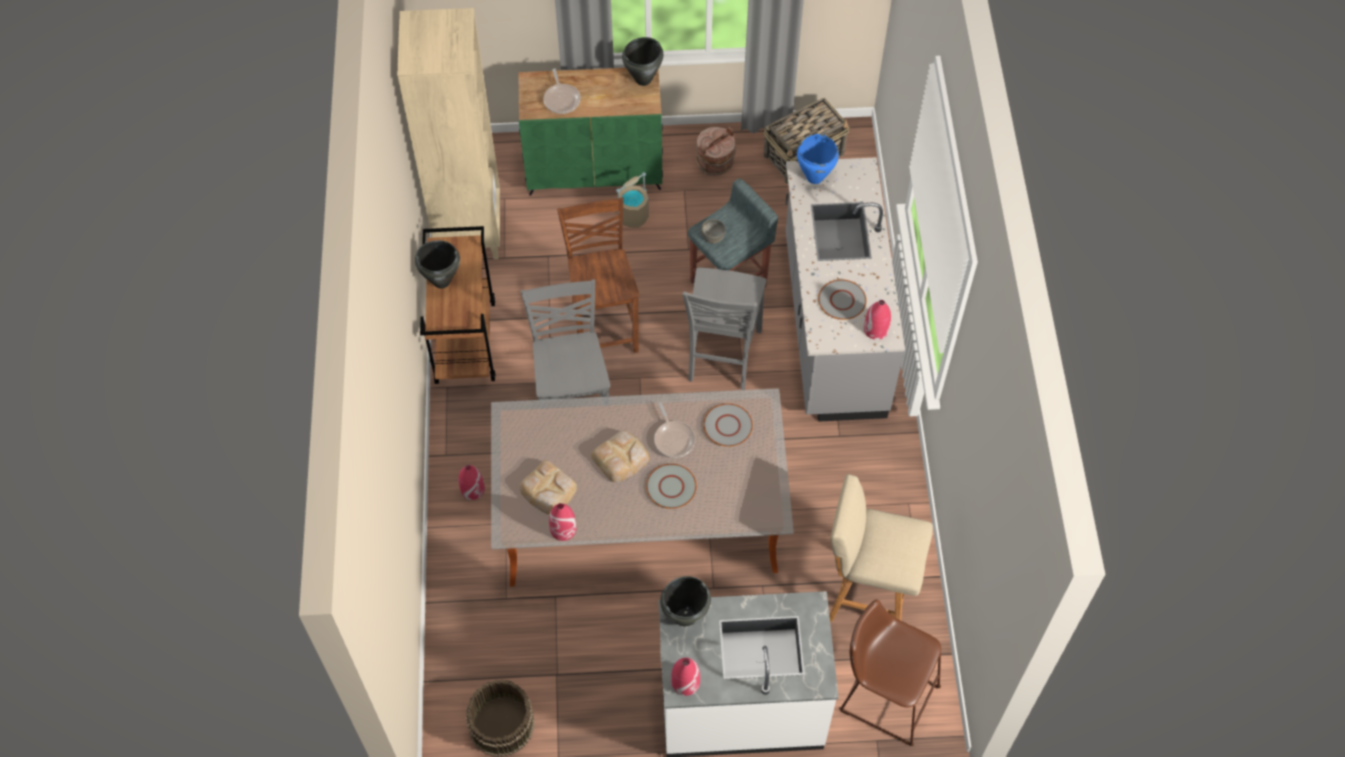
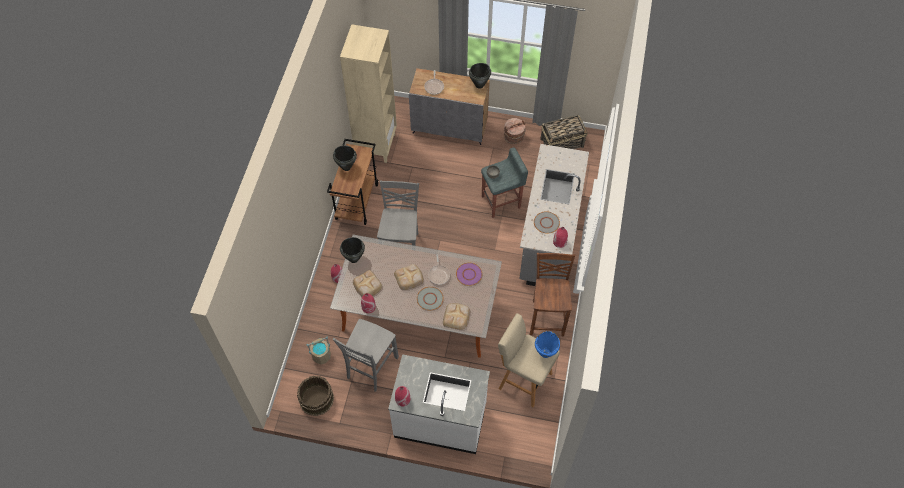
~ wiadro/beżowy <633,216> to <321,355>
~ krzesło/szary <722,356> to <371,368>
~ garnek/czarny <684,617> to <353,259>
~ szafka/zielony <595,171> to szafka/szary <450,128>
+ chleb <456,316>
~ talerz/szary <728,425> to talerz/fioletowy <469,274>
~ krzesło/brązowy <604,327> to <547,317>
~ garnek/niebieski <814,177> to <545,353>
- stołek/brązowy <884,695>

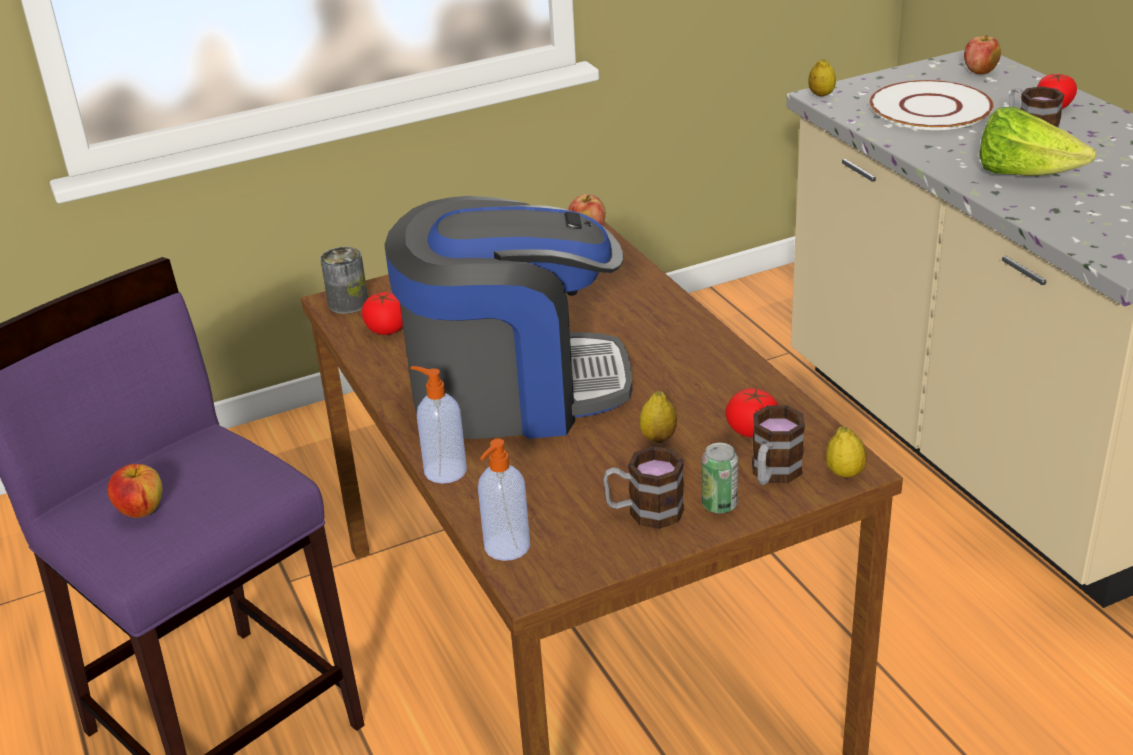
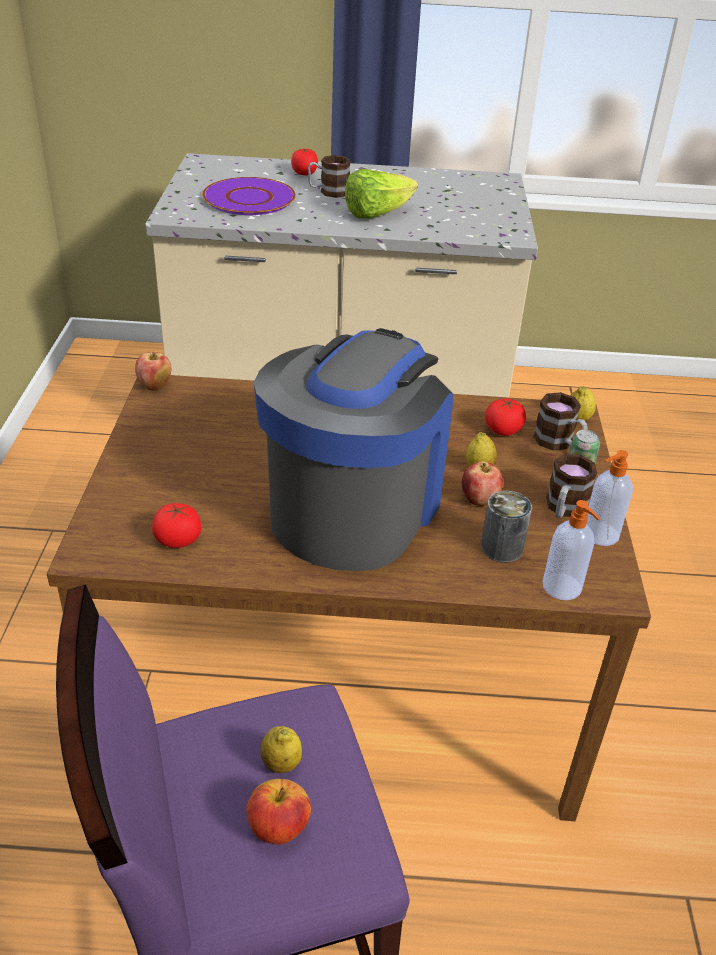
~ talerz/biały <930,108> to talerz/fioletowy <249,198>
~ cytryna <821,95> to <281,764>
~ jabłko <980,72> to <479,500>
~ puszka <348,303> to <501,548>
~ dozownik mydła <444,470> to <599,534>

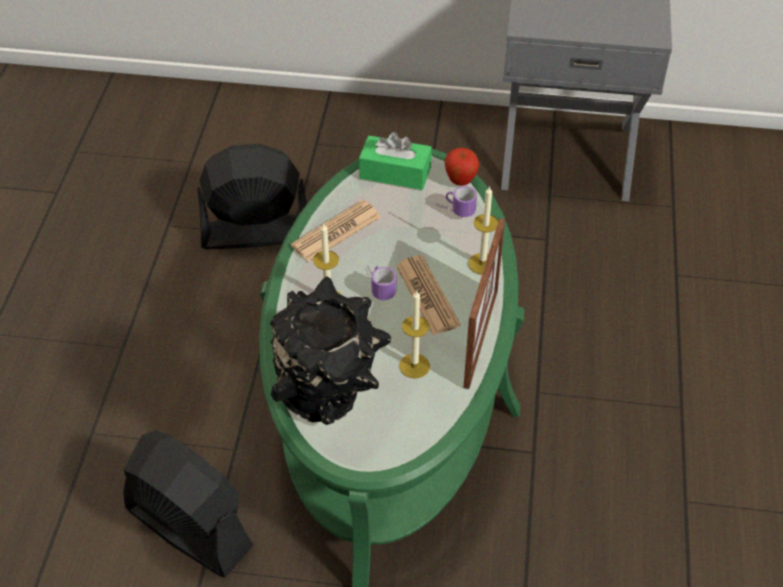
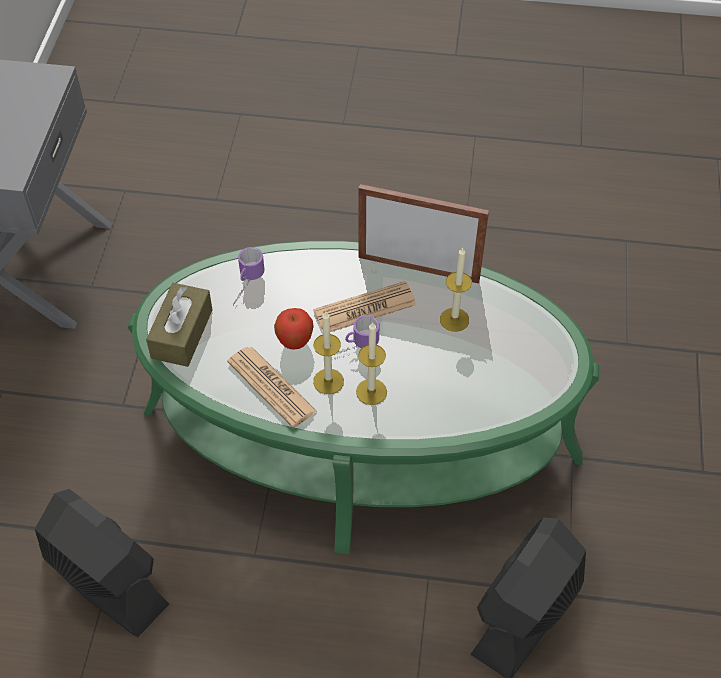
~ wentylator/czarny <255,232> = <105,580> 135 degrees clockwise
~ pudełko chusteczek/zielony <395,173> to pudełko chusteczek/brązowy <182,333>
~ jabłko <460,181> to <295,342>
~ świeca <482,263> to <328,381>
- wazon/czarny <330,395>

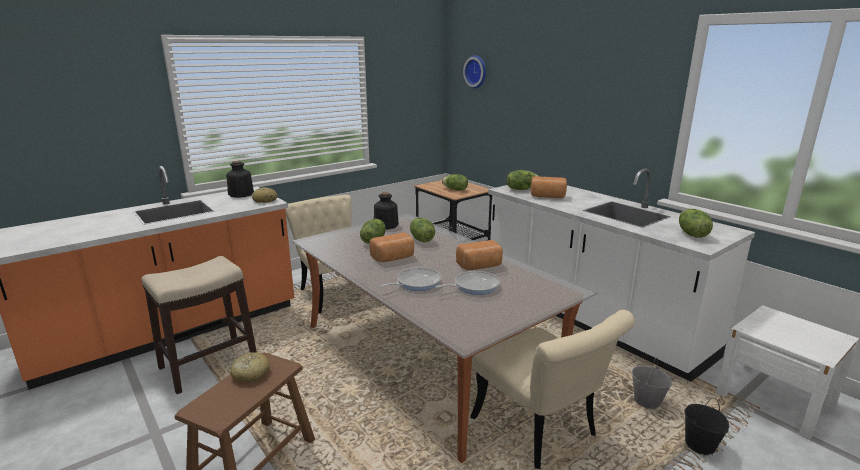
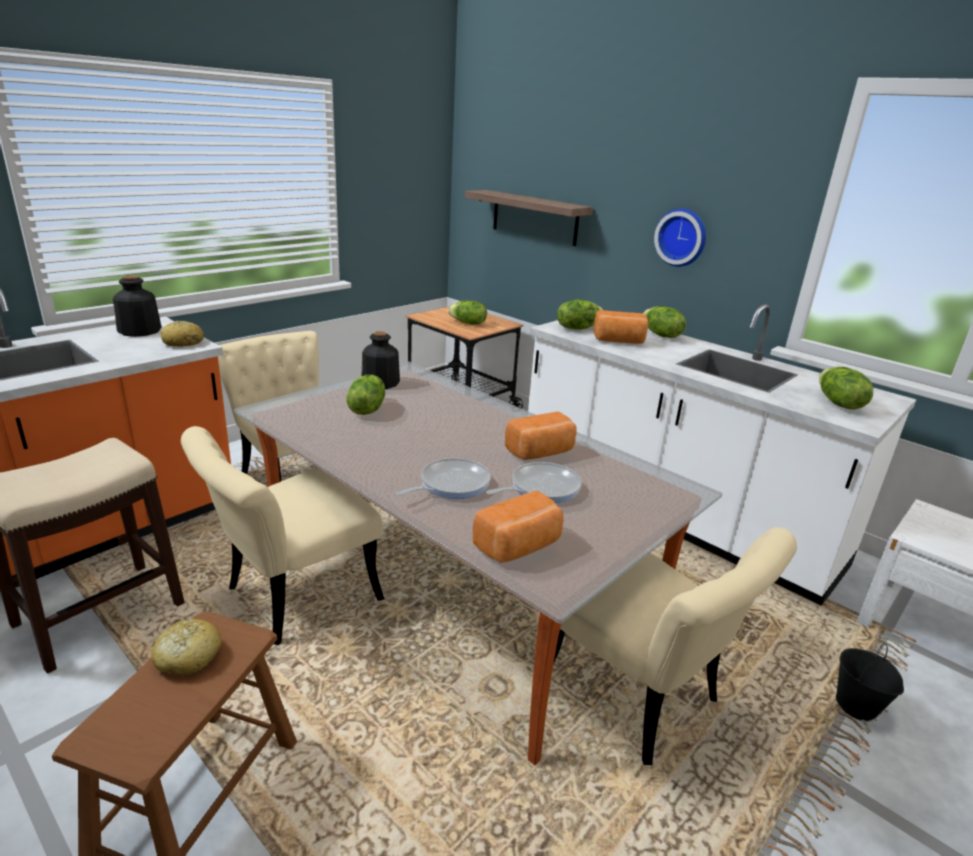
+ krzesło/beżowy <291,597>
+ półka <534,217>
~ chleb <393,258> to <519,546>
~ sałata <421,239> to <660,335>
~ zegar ścienny <477,71> to <682,237>
- wiadro/szary <647,401>

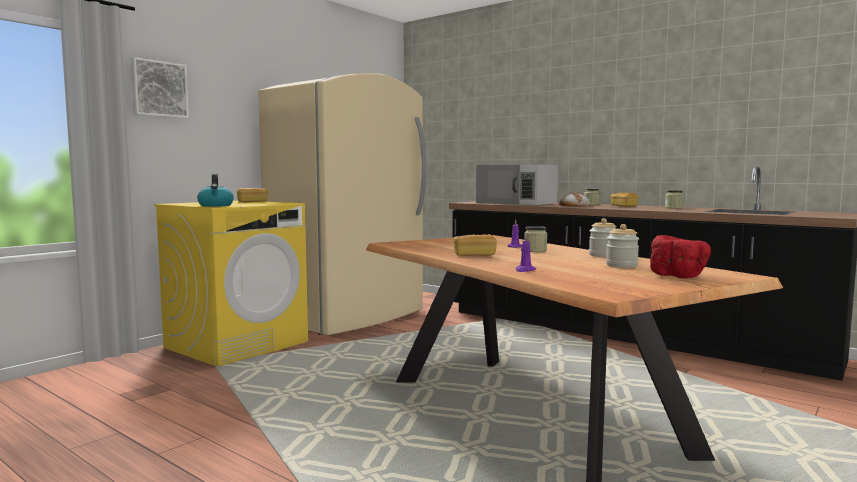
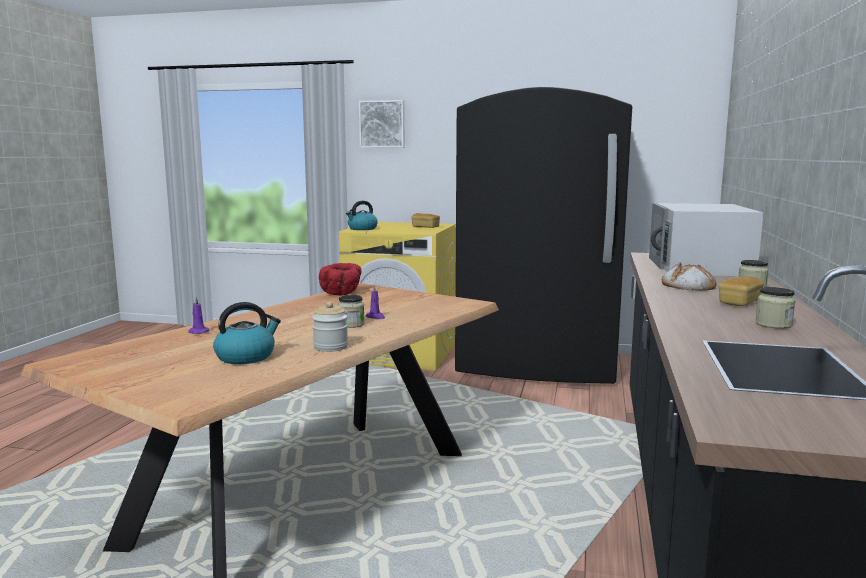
~ słoik <621,265> to czajnik <246,357>
~ miska/czerwony <677,276> to <342,293>
~ lodówka/beżowy <349,317> to lodówka/czarny <538,365>
- chleb <474,255>

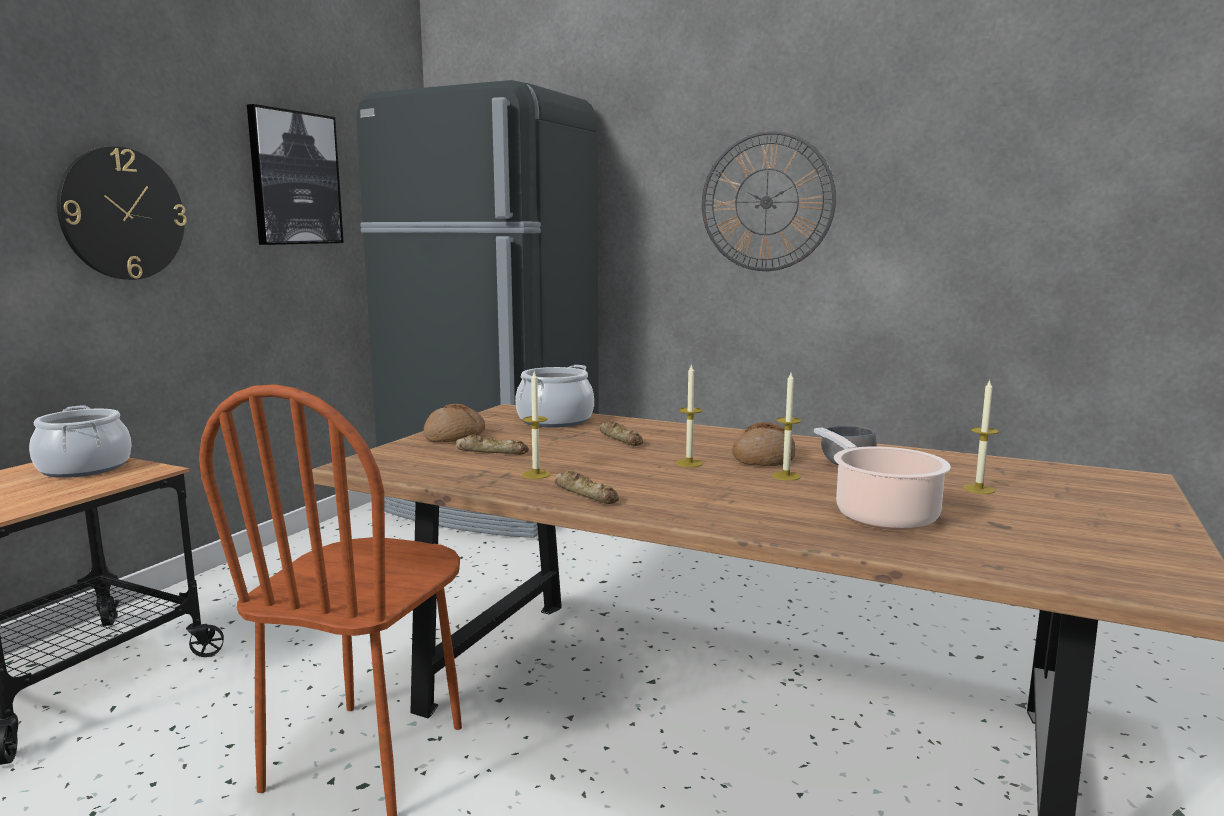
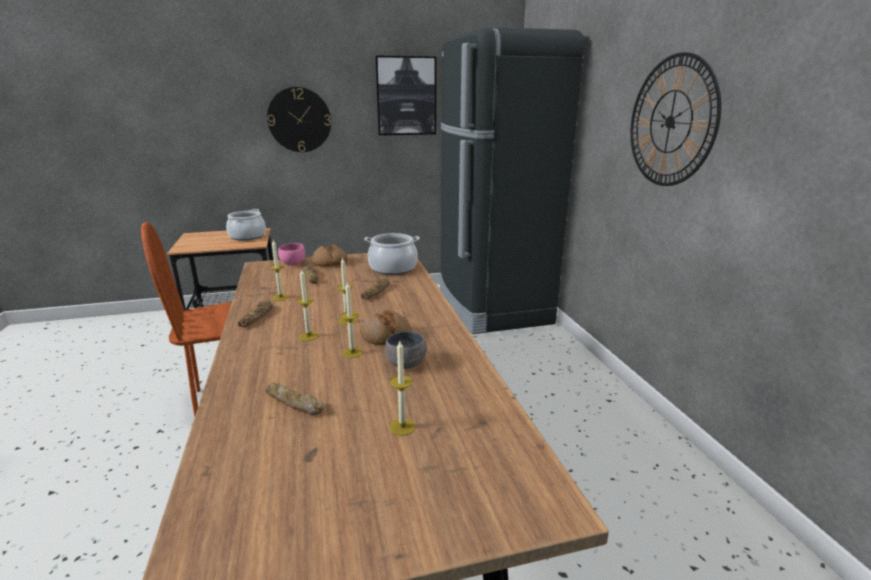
~ garnek <881,514> to chleb <294,403>
+ miska/różowy <293,264>
+ świeca <308,336>

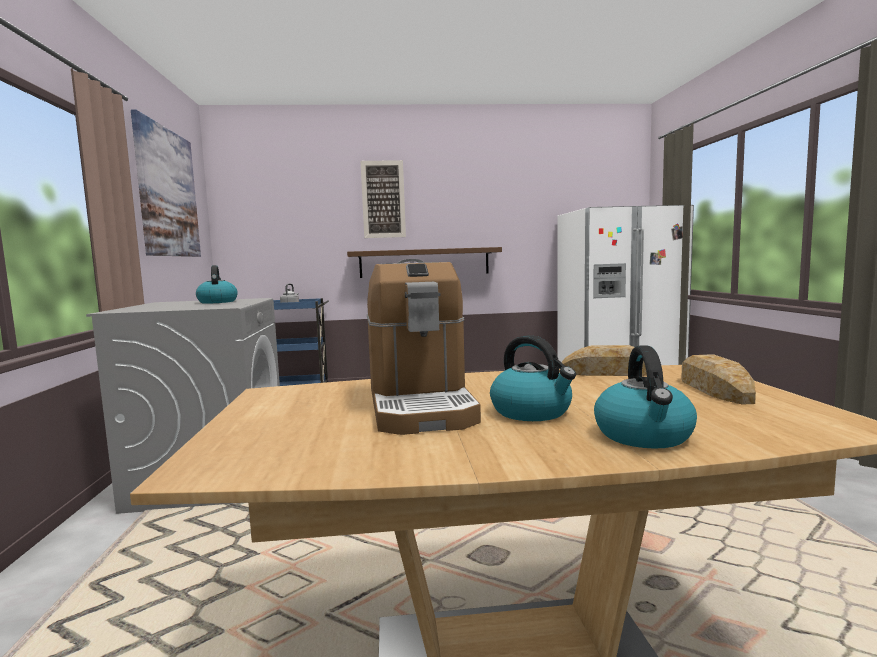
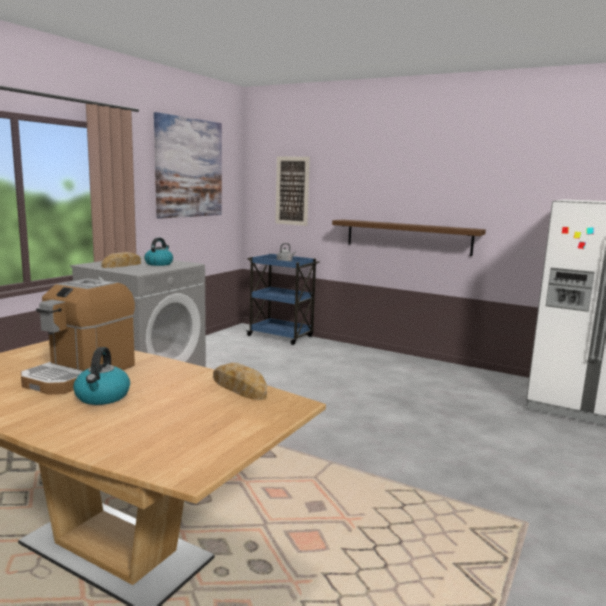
~ chleb <714,389> to <121,265>
~ obraz <383,199> to <292,191>
- czajnik <644,436>

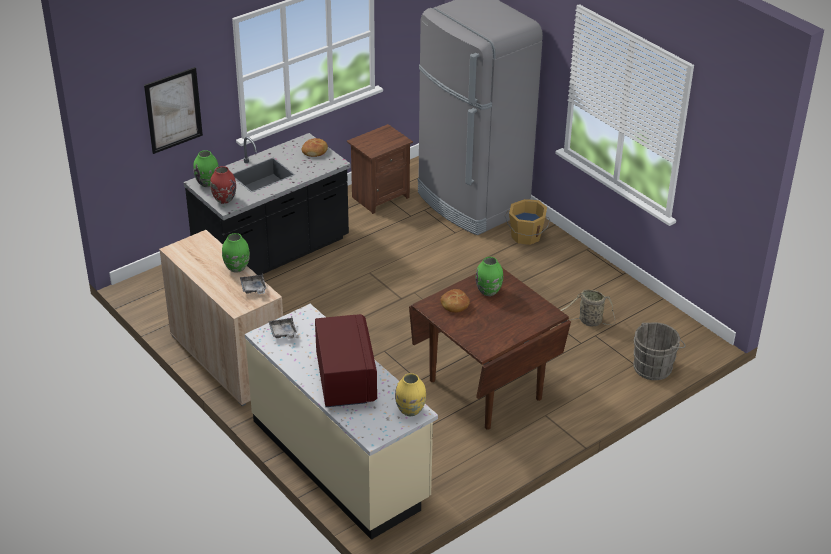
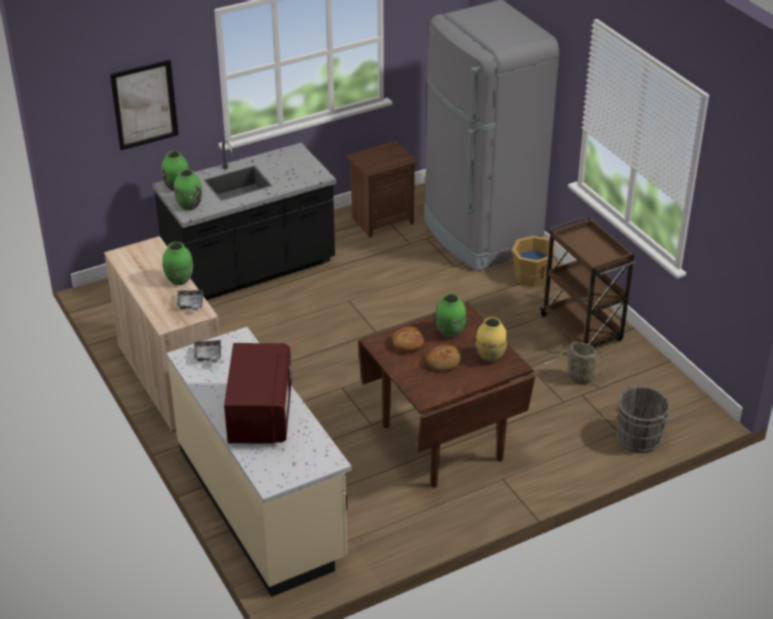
~ wazon/czerwony <224,199> to wazon/zielony <189,206>
~ chleb <315,151> to <444,362>
~ wazon/żółty <410,410> to <490,357>
+ wózek/brązowy <582,329>

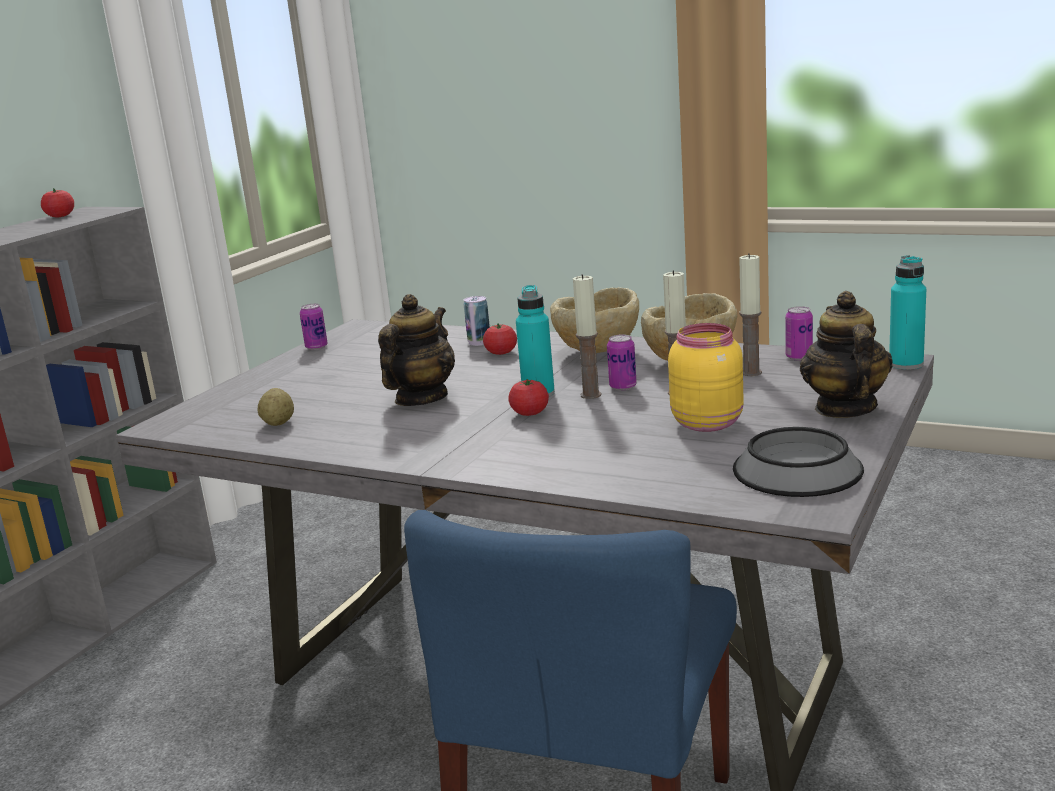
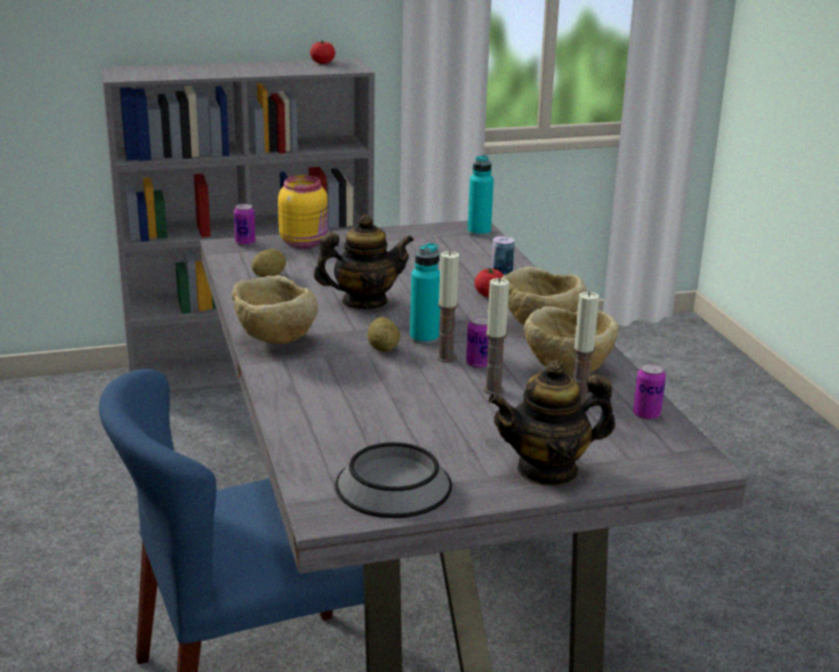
+ miska/beżowy <274,341>
~ puszka <316,347> to <245,243>
~ słoik/żółty <707,422> to <305,242>
~ pomidor <530,413> to ziemniak <383,349>
~ butelka/turkusowy <906,364> to <479,232>
~ imbryk <844,408> = <548,470> 150 degrees counterclockwise

